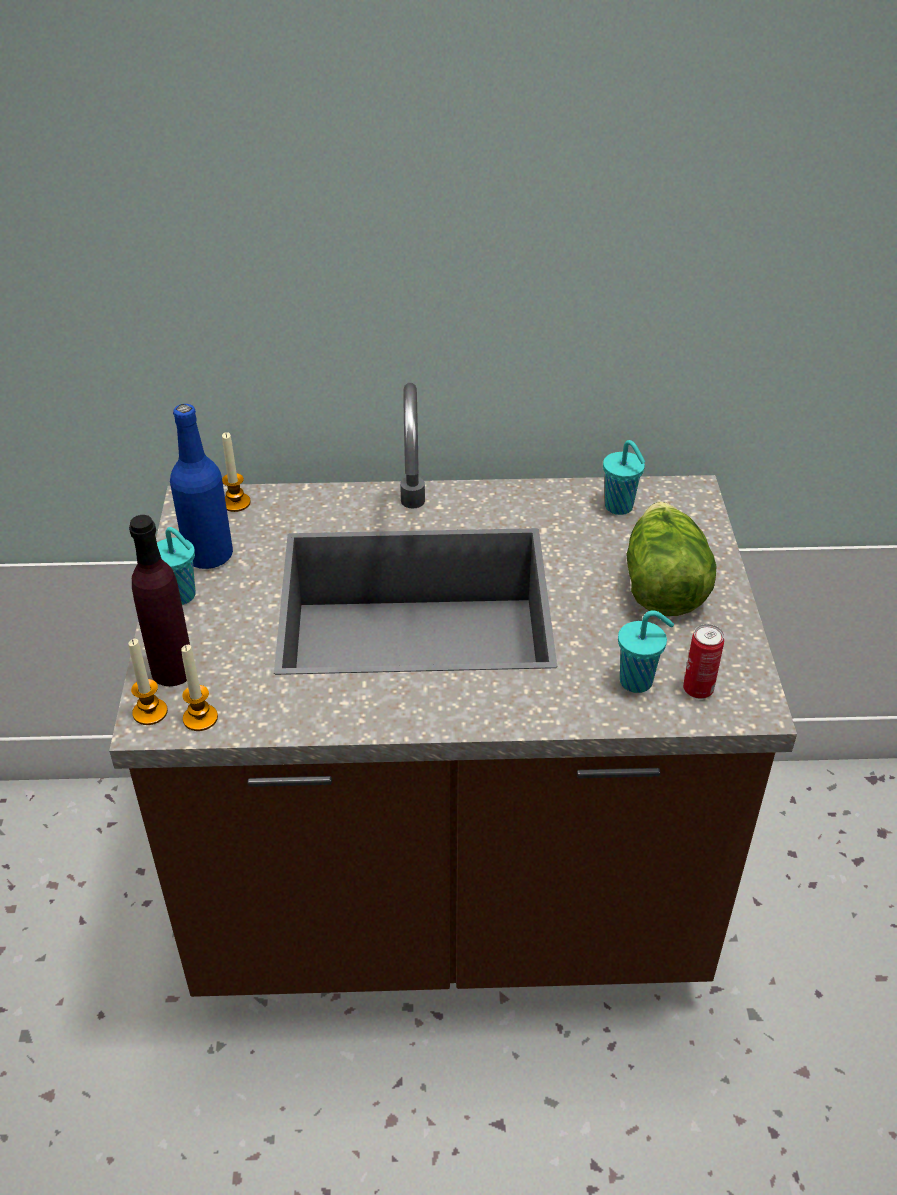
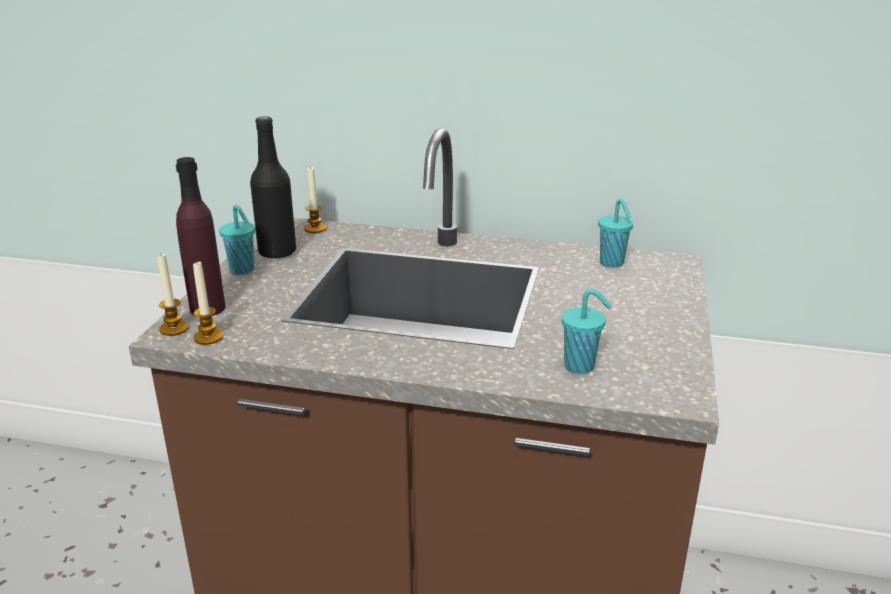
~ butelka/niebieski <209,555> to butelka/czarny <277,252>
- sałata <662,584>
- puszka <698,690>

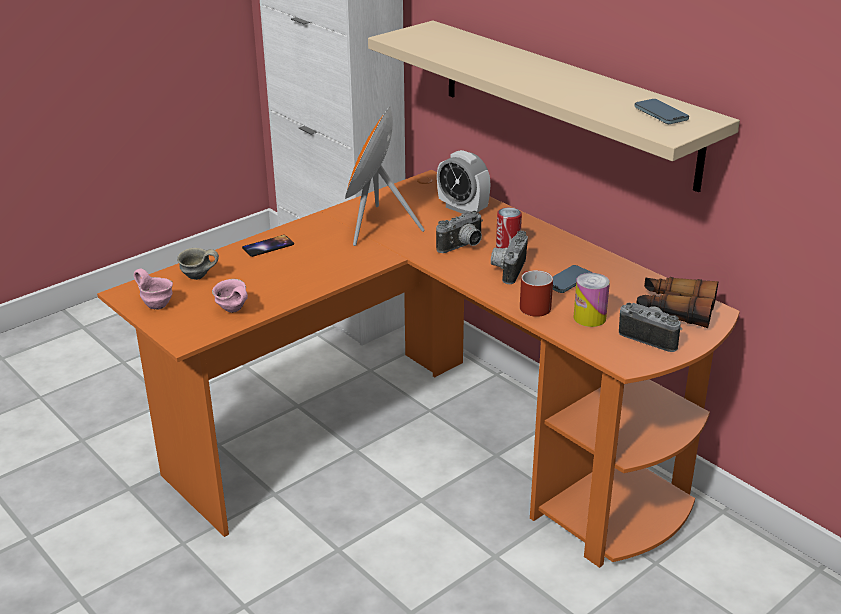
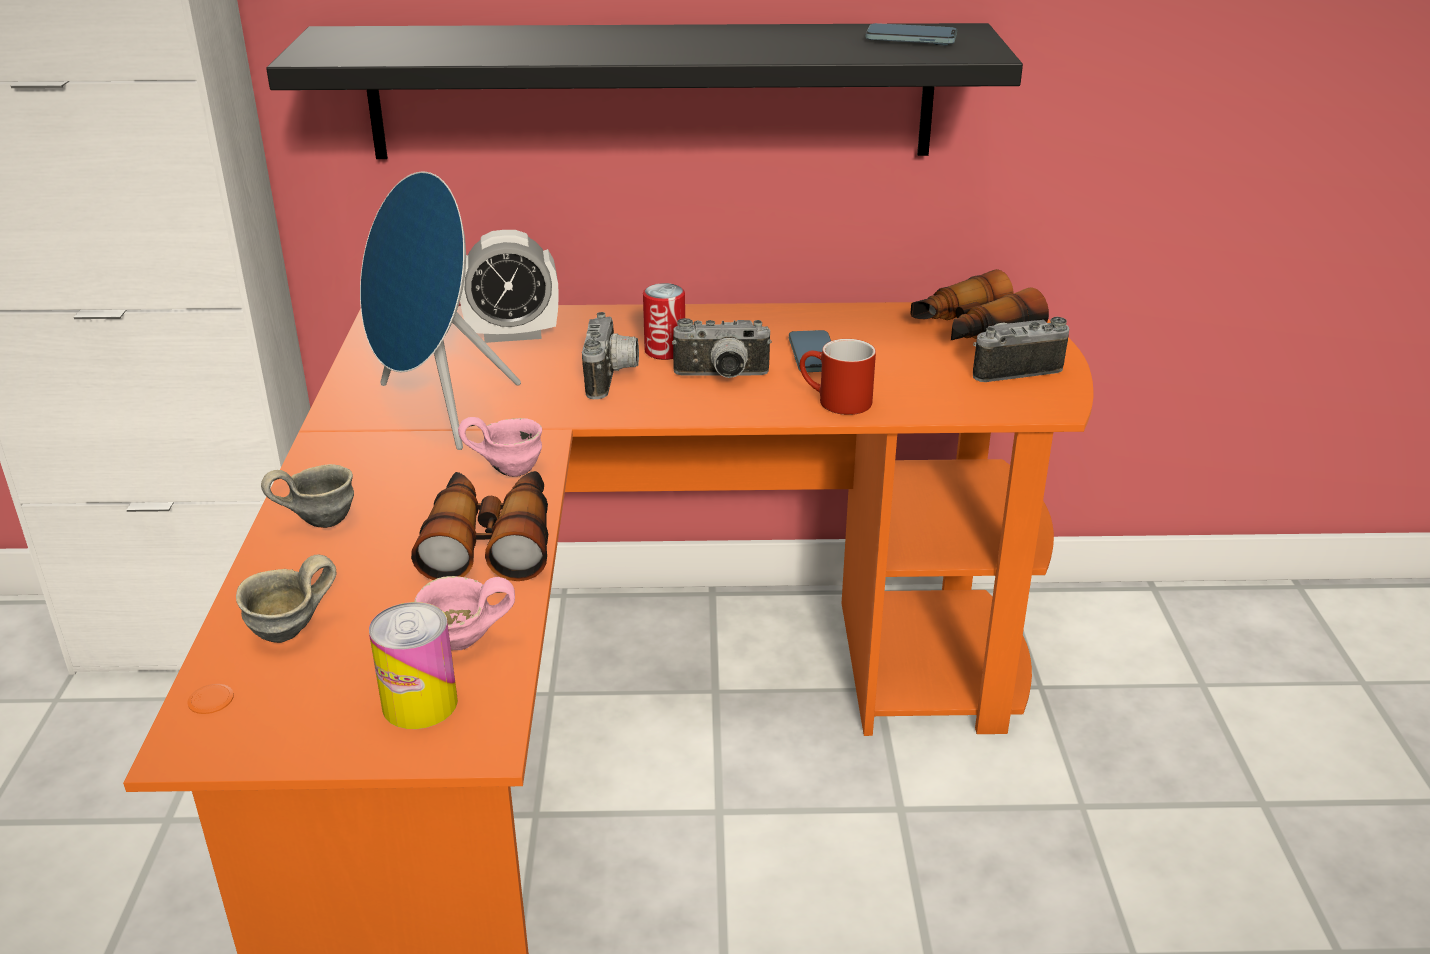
~ telefon <268,246> to kubek/szary <319,521>
~ półka/beżowy <565,102> to półka/czarny <651,91>
~ głośnik/pomarańczowy <375,227> to głośnik/niebieski <437,411>
~ puszka <589,318> to <420,703>
+ lornetka <491,540>
~ kubek/różowy <157,304> to <508,469>
~ aparat fotograficzny <507,270> = <722,377> 60 degrees counterclockwise

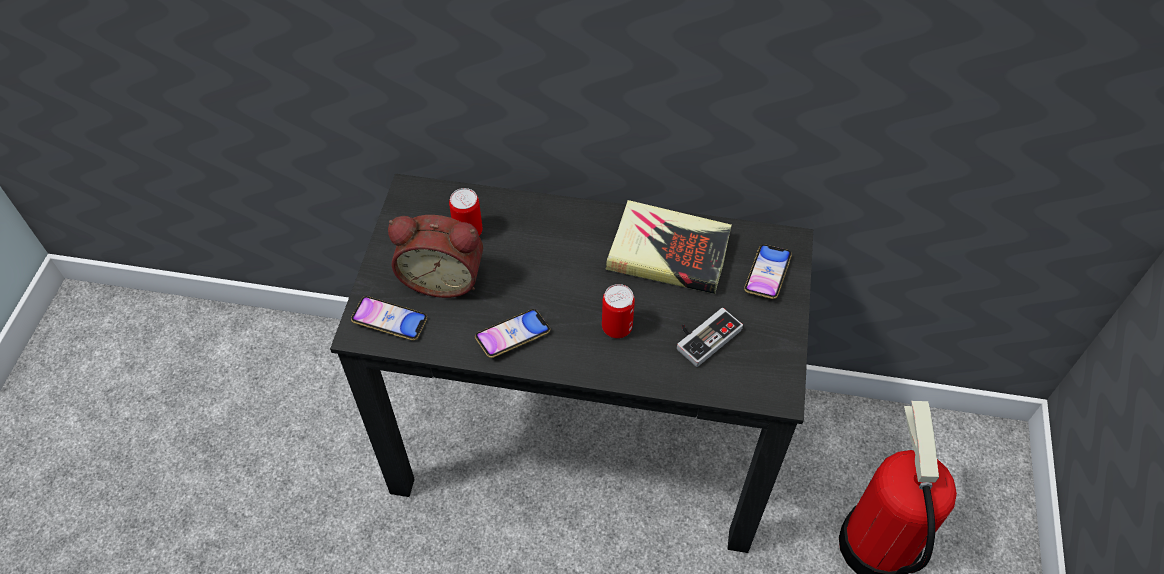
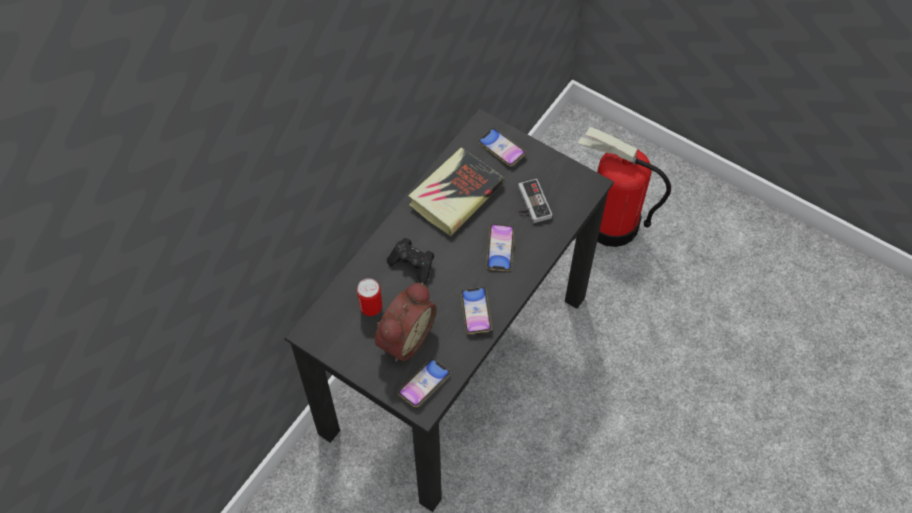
+ pad do gier/czarny <413,265>
~ puszka <617,328> to telefon <500,249>

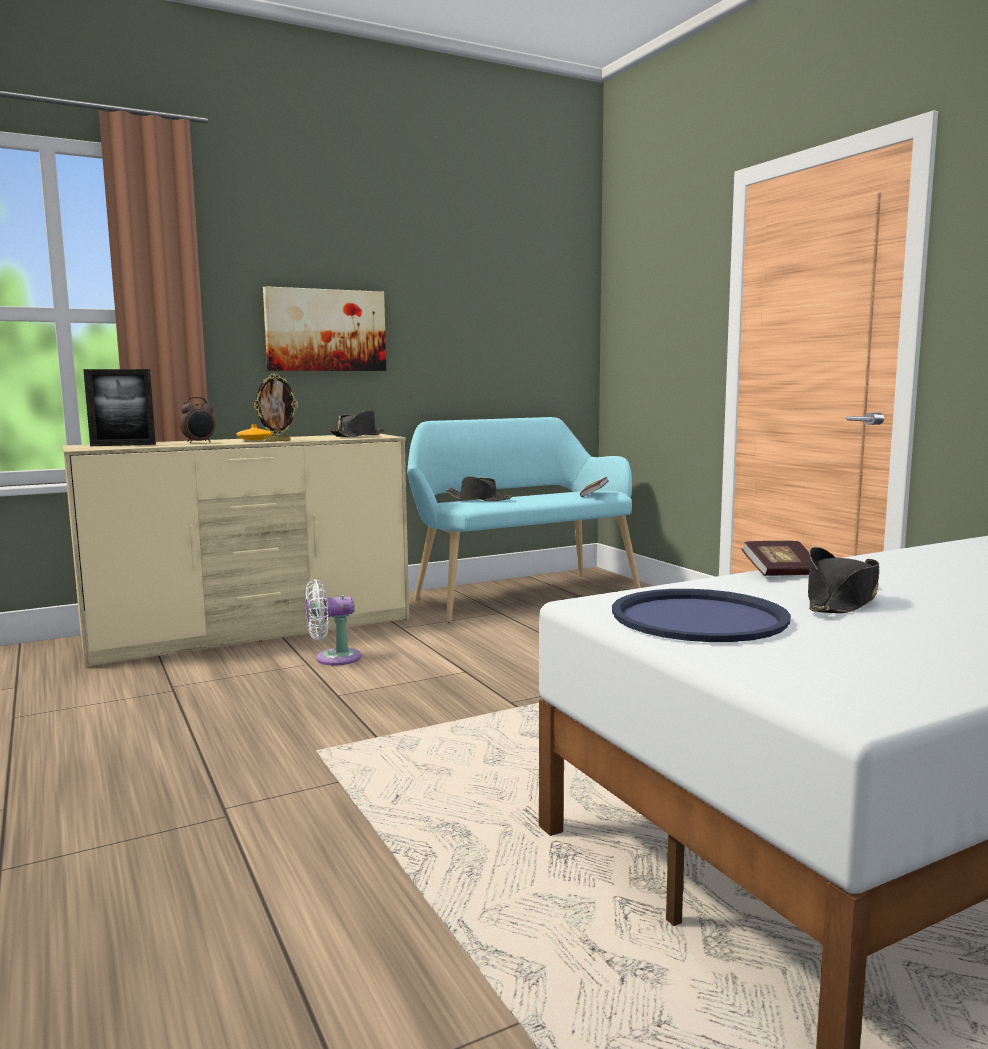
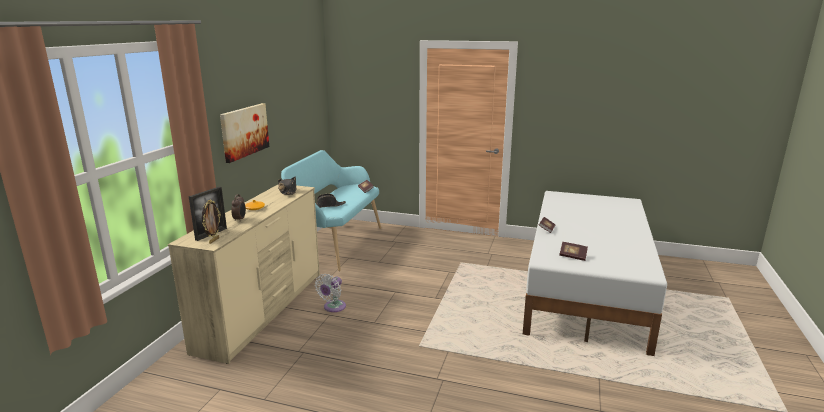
~ ramka na zdjęcie <277,441> to <213,240>
~ taca/niebieski <698,618> to książka <572,256>
- kapelusz/czarny <840,601>

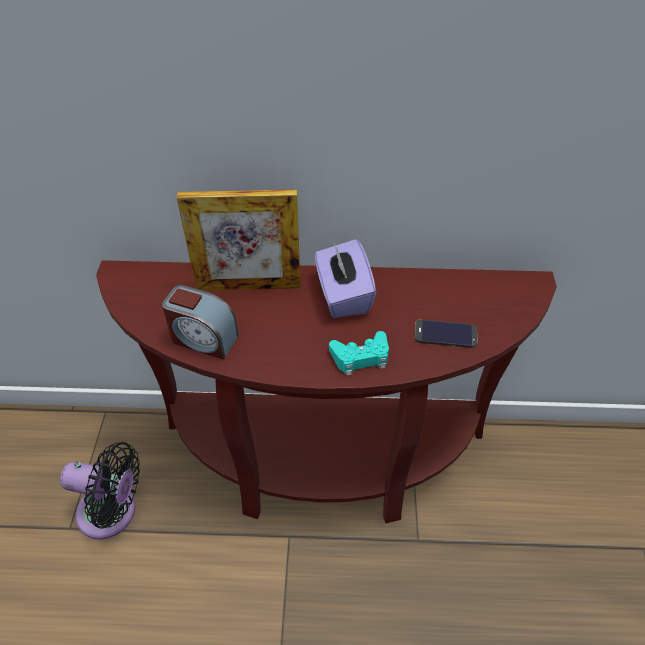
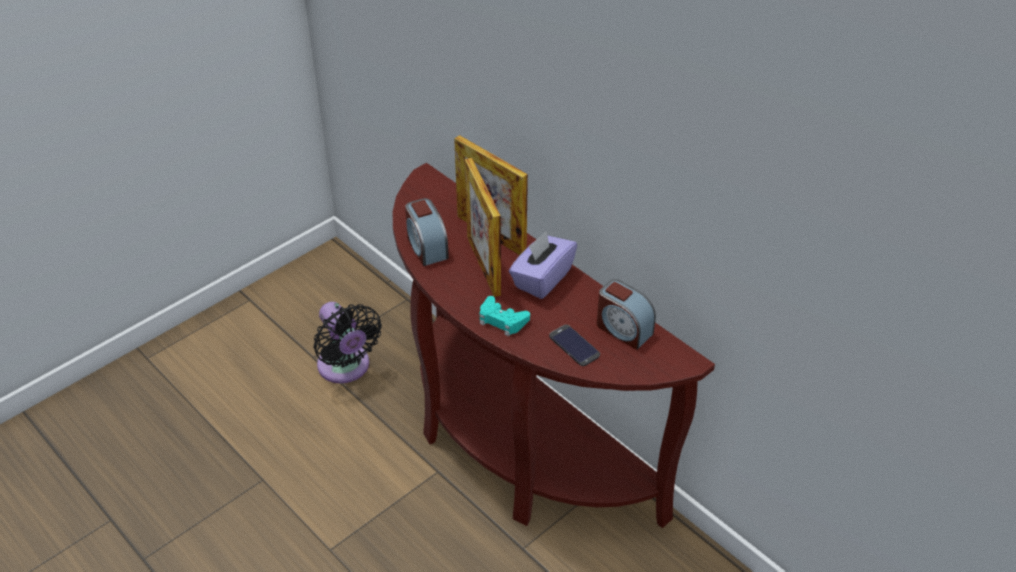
+ ramka na zdjęcie <483,265>
+ budzik <623,329>

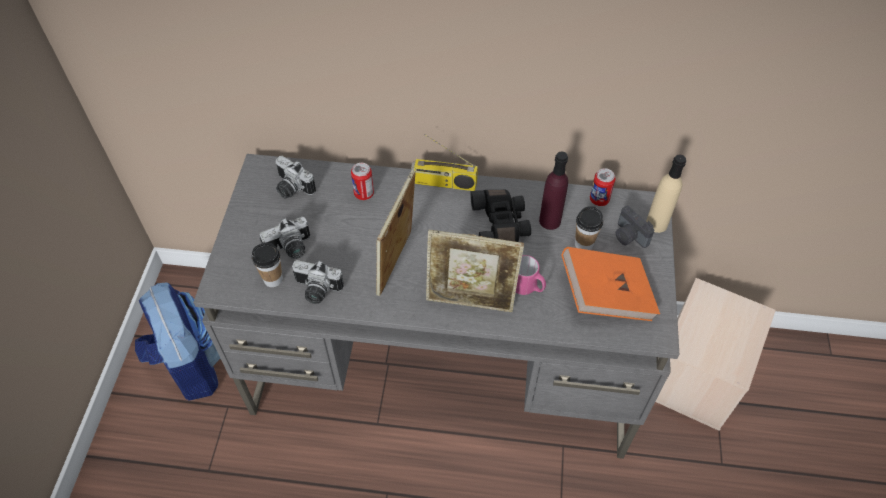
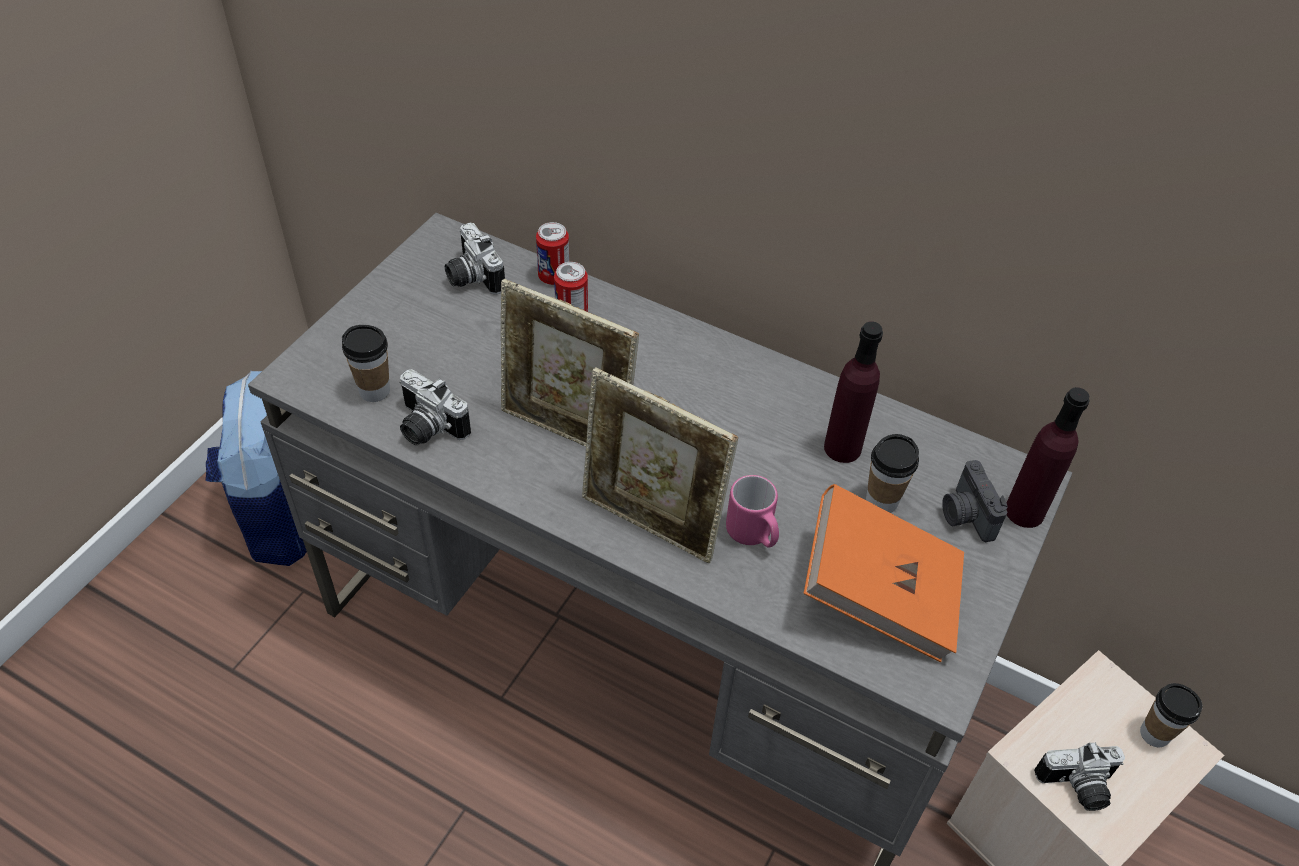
~ ramka na zdjęcie <397,264> = <567,431> 105 degrees counterclockwise
~ puszka <599,199> to <554,277>
~ butelka/beżowy <656,223> to butelka/fioletowy <1024,511>
~ aparat fotograficzny <290,249> to <1077,788>
+ filiżanka <1154,734>
- radio <444,183>
- lornetka/czarny <501,225>

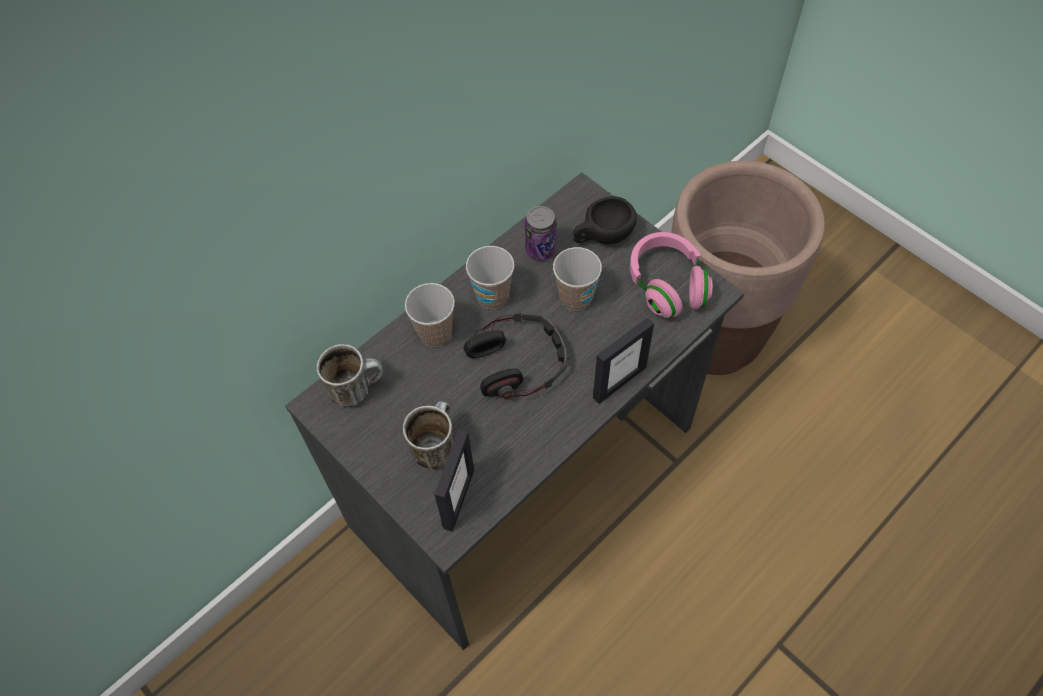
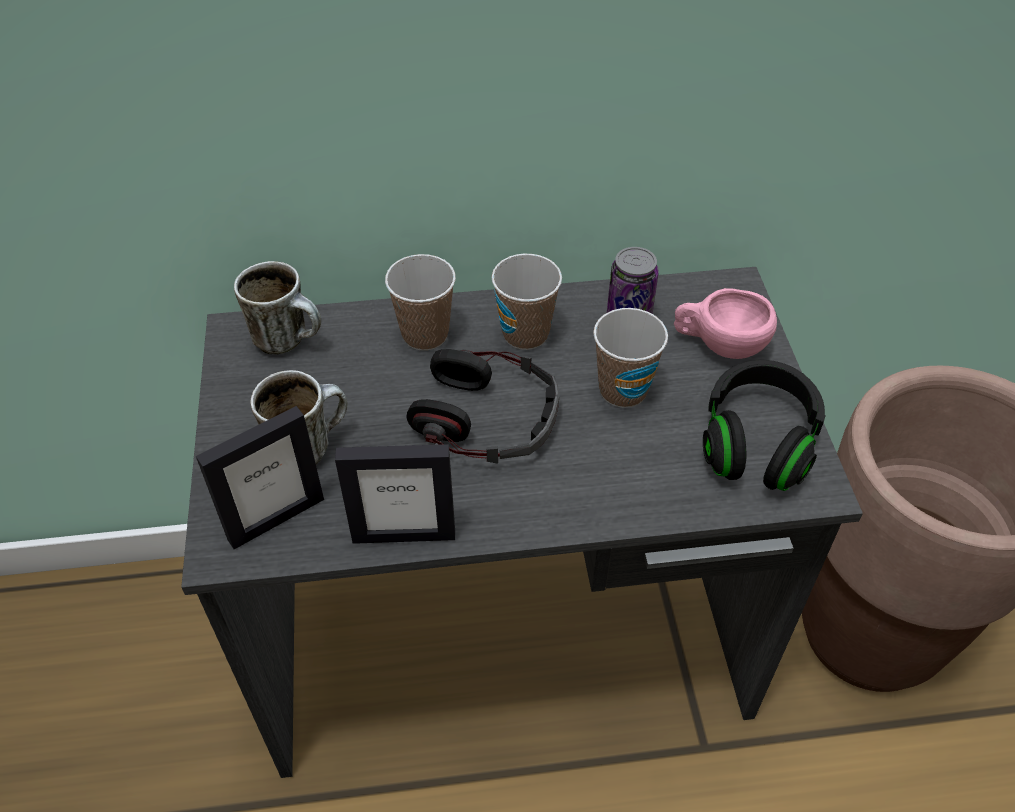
~ ramka na zdjęcie <619,382> to <404,534>
~ filiżanka/czarny <602,237> to filiżanka/różowy <719,344>
~ słuchawki/różowy <667,285> to słuchawki/czarny <757,442>

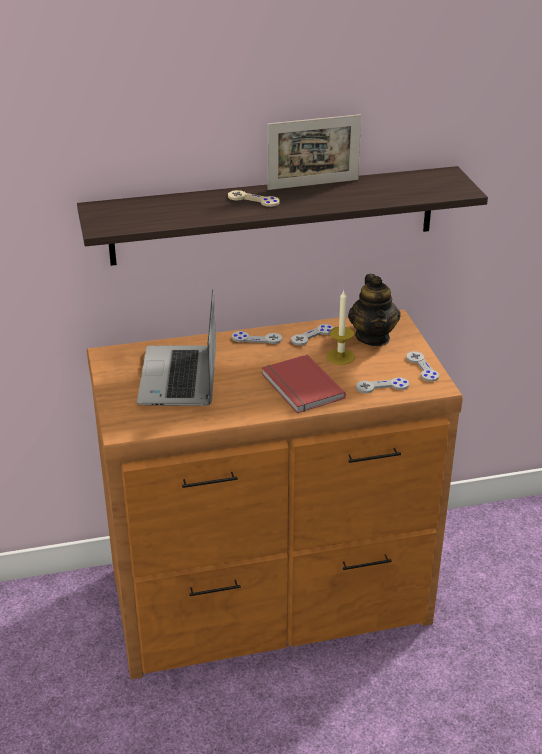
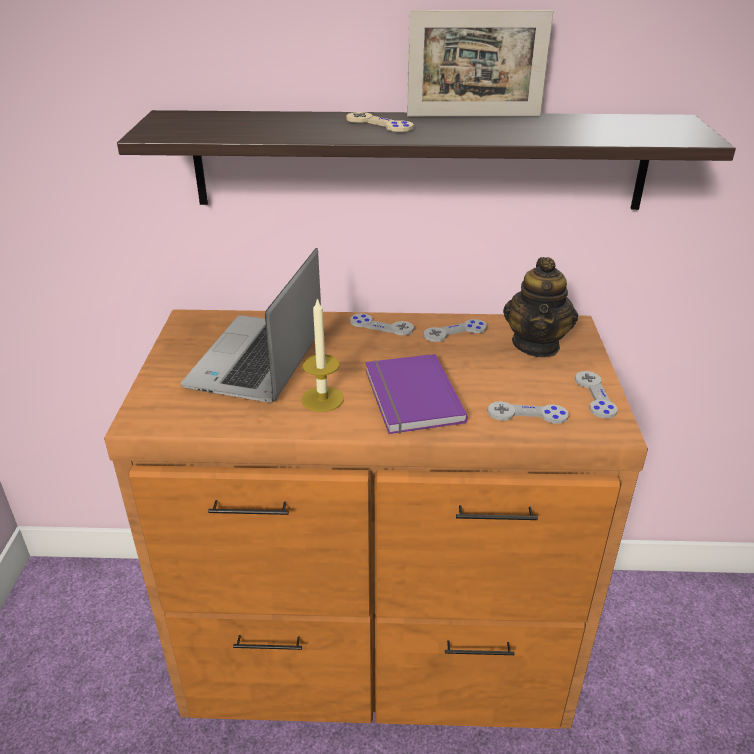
~ świeca <340,357> to <322,399>
~ książka/czerwony <300,387> to książka/fioletowy <410,397>

